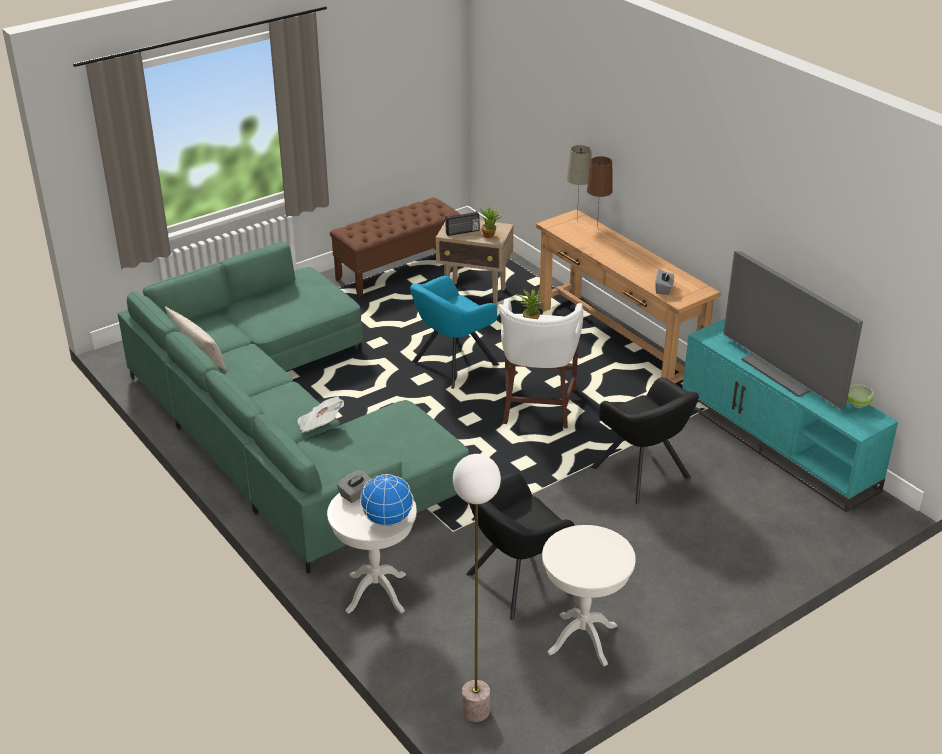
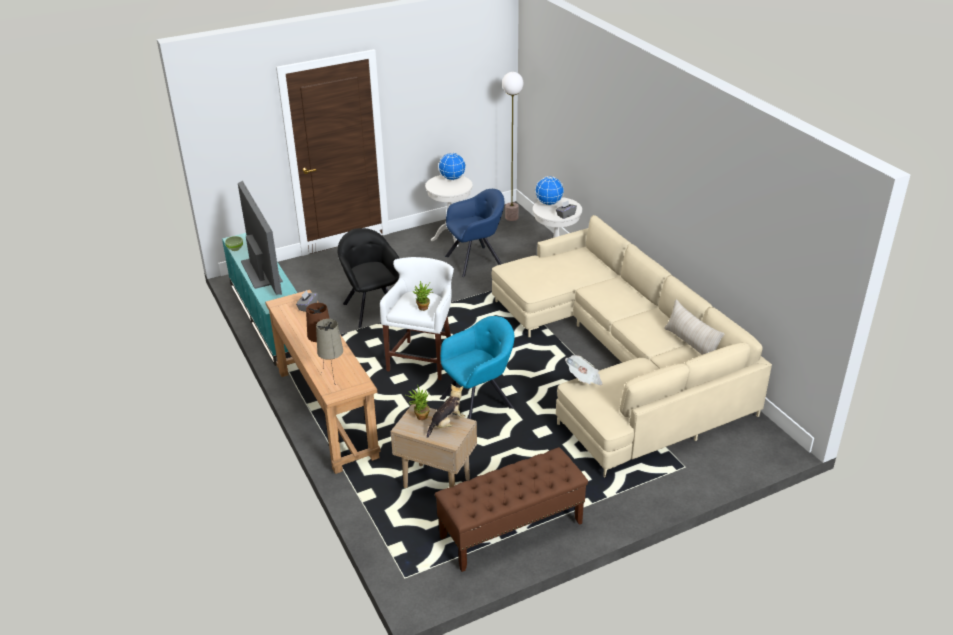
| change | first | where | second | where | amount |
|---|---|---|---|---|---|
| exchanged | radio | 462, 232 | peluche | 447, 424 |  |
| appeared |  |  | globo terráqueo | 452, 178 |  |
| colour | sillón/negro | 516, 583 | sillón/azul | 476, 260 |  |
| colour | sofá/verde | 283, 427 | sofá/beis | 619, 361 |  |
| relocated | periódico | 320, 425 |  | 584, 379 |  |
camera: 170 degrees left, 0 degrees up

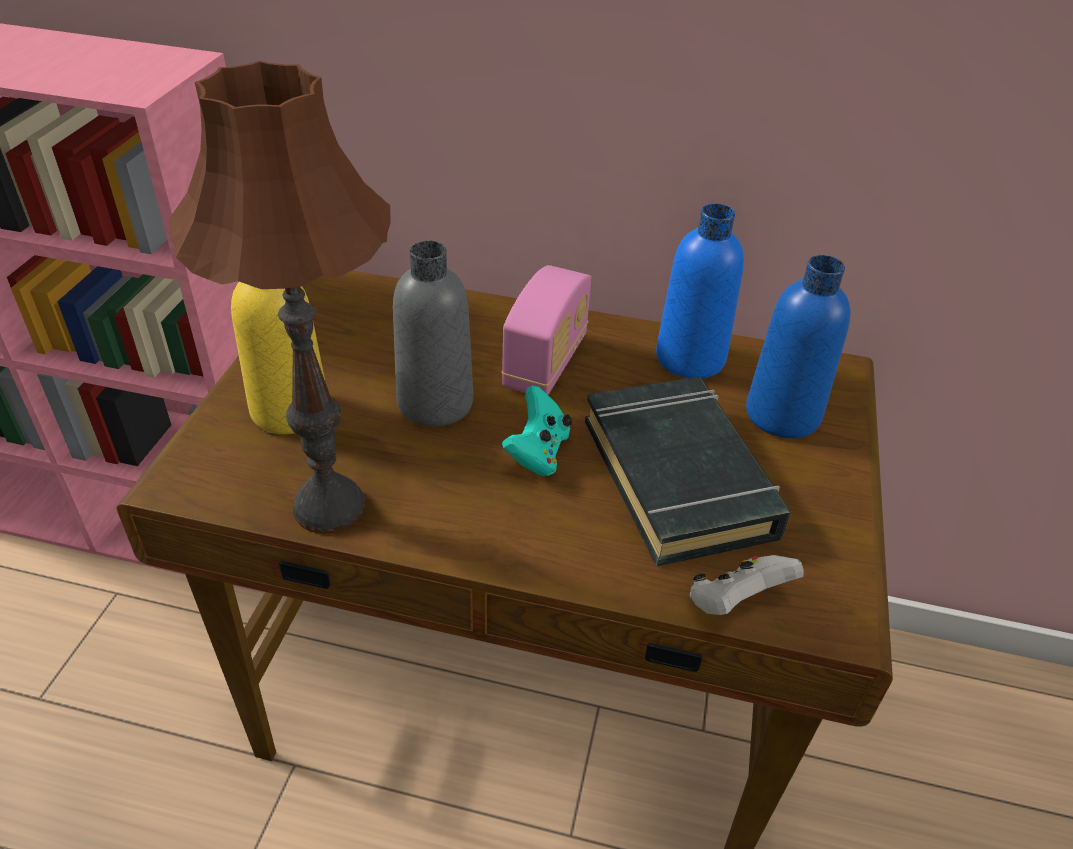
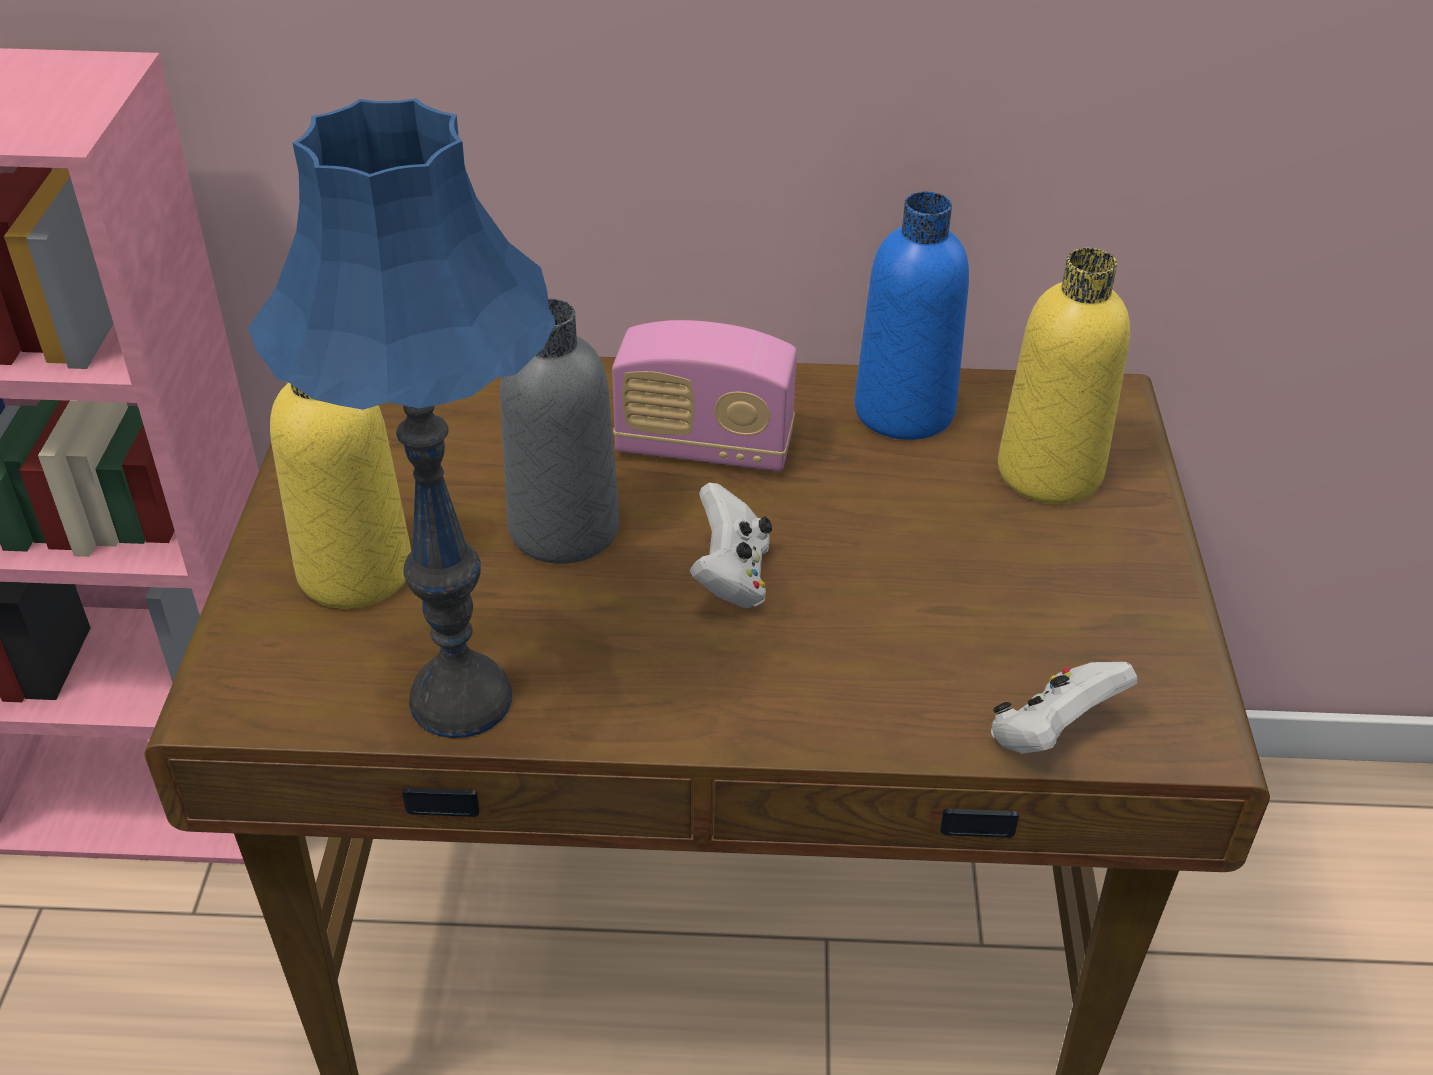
| change | first | where | second | where | amount |
|---|---|---|---|---|---|
| colour | lámpara de mesa/marrón | 328, 507 | lámpara de mesa/azul | 459, 699 |  |
| spun | radio | 545, 363 |  | 704, 447 | 90 degrees clockwise |
| colour | mando de consola/turquesa | 538, 452 | mando de consola/blanco | 731, 577 |  |
| colour | botella/azul | 782, 414 | botella/amarillo | 1049, 472 |  |
| missing | libro/negro | 679, 477 |  |  |  |
camera: 10 degrees left, 0 degrees up

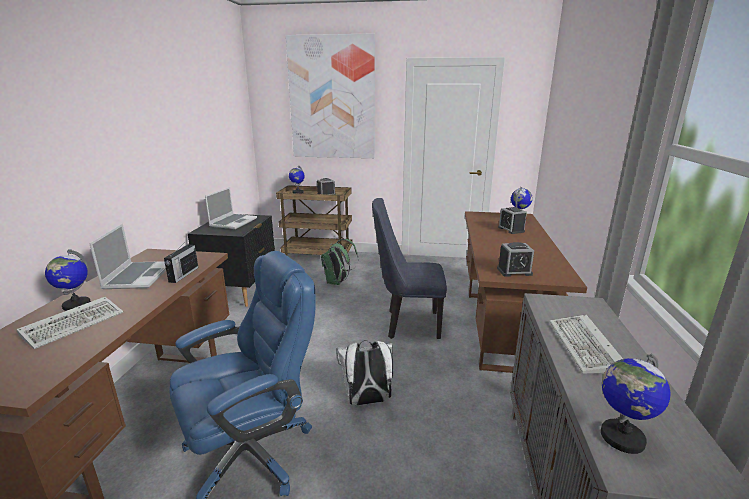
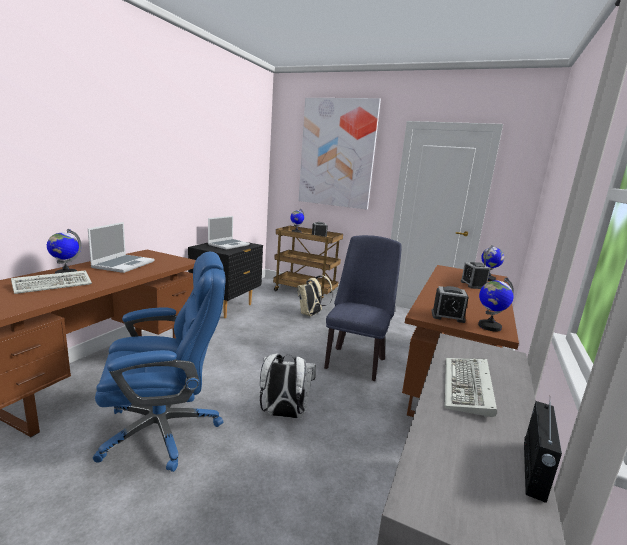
| change | first | where | second | where | amount |
|---|---|---|---|---|---|
| colour | mochila/verde | 338, 282 | mochila/beis | 311, 314 |  |
| spun | silla/azul | 407, 324 |  | 356, 360 | 90 degrees clockwise |
| relocated | globo terráqueo | 621, 437 |  | 489, 326 |  |
| relocated | radio | 183, 275 |  | 533, 471 |  |
camera: 15 degrees right, 5 degrees down

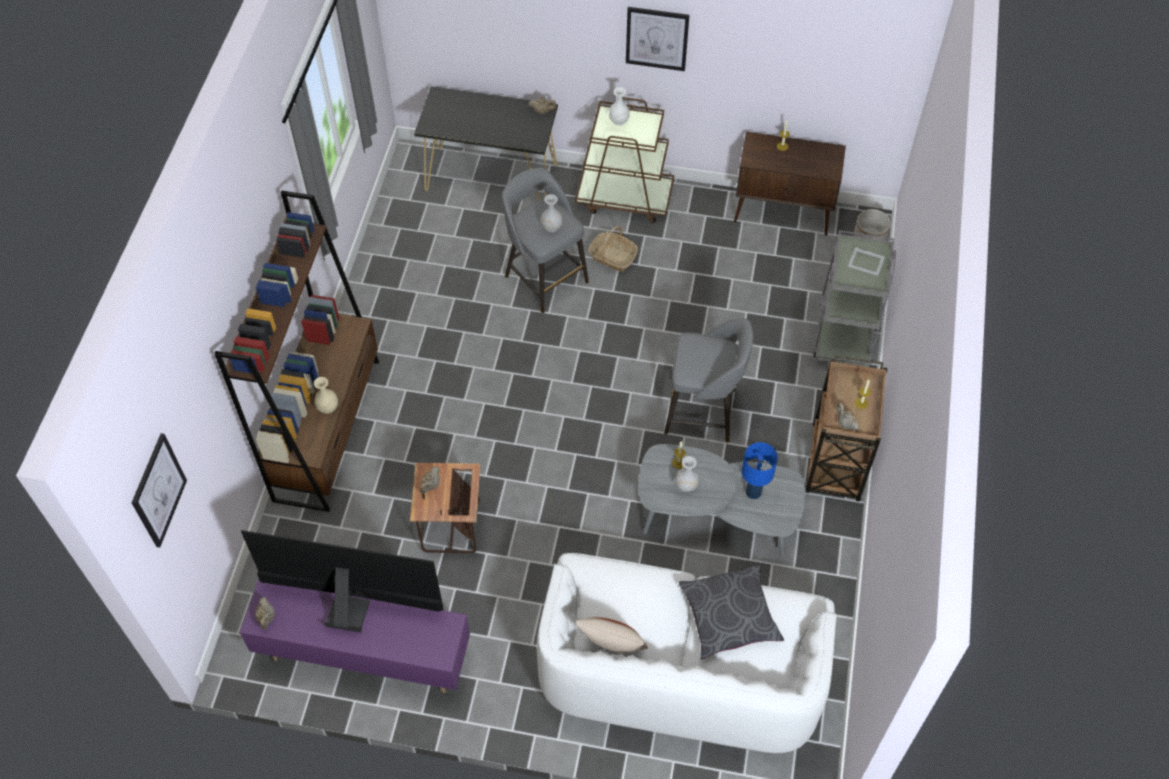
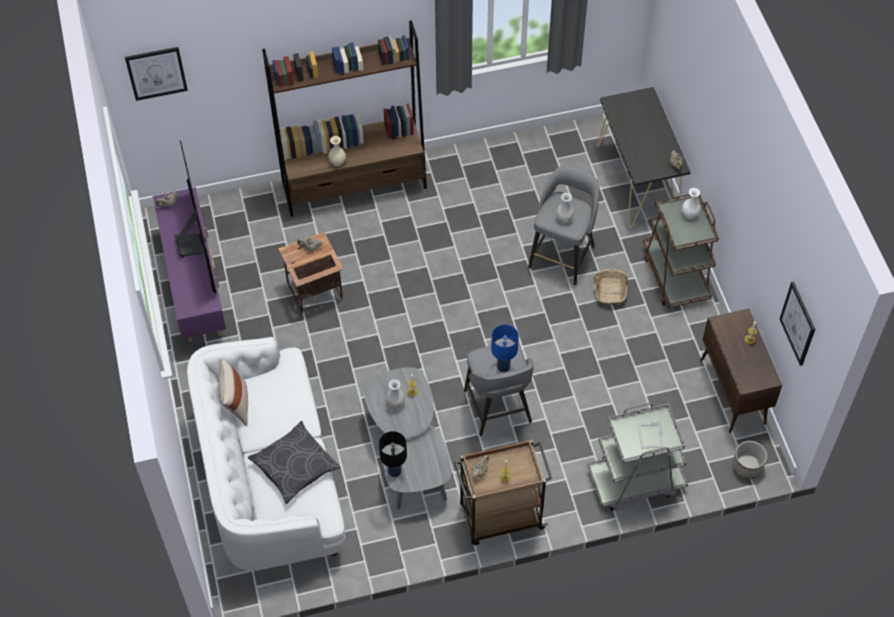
| change | first | where | second | where | amount |
|---|---|---|---|---|---|
| appeared |  |  | lámpara de mesa/negro | 394, 471 |  |
| relocated | lámpara de mesa/azul | 753, 492 |  | 503, 366 |  |
| relocated | cuadro | 657, 38 |  | 798, 323 |  |
camera: 65 degrees right, 0 degrees up

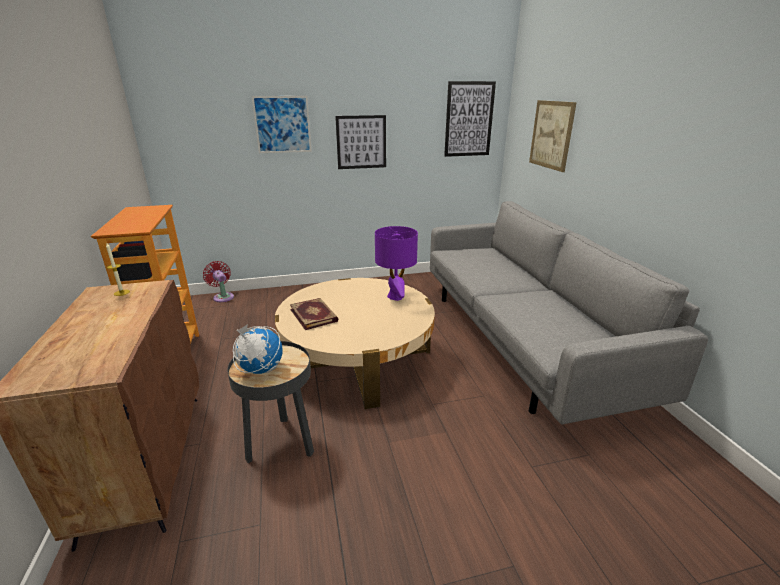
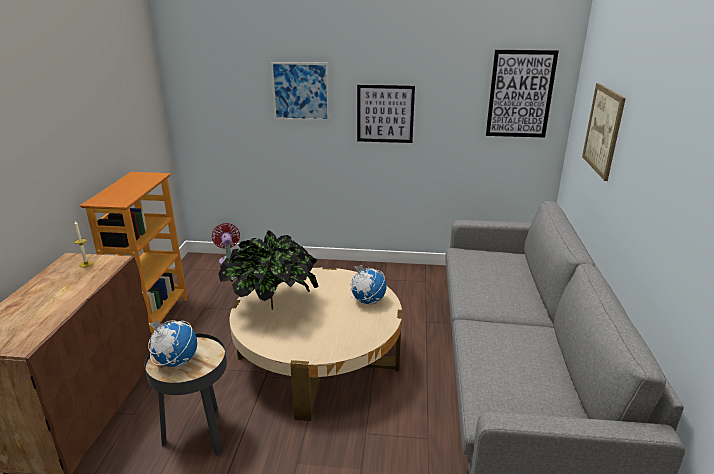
| change | first | where | second | where | amount |
|---|---|---|---|---|---|
| exchanged | libro | 314, 315 | planta en maceta | 272, 307 |  |
| exchanged | lámpara de mesa/morado | 395, 296 | globo terráqueo | 367, 301 |  |
camera: 20 degrees right, 0 degrees up

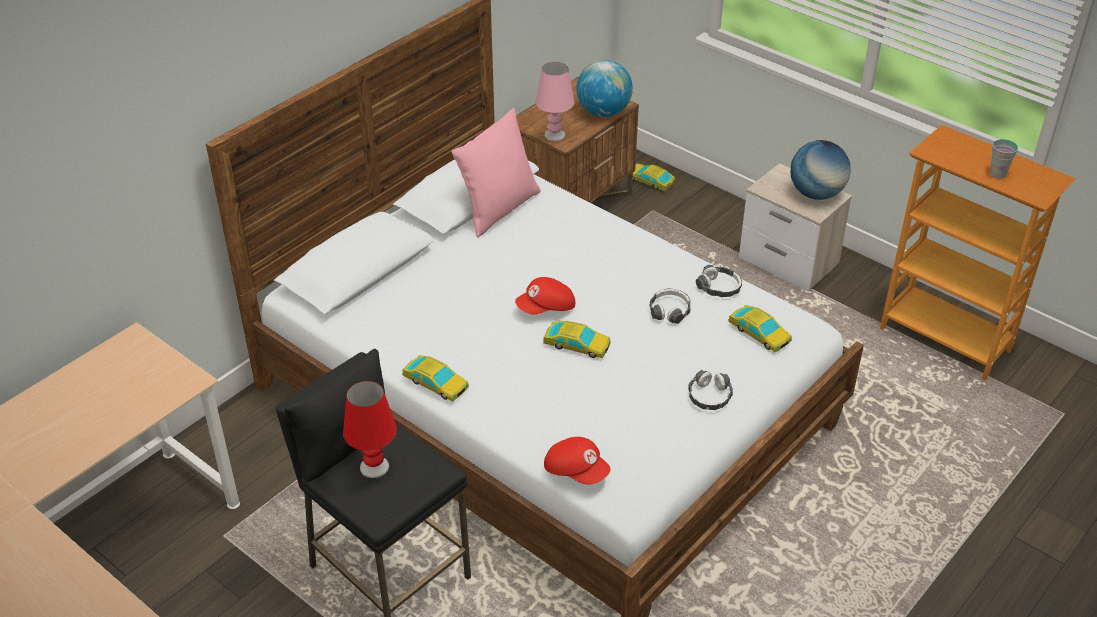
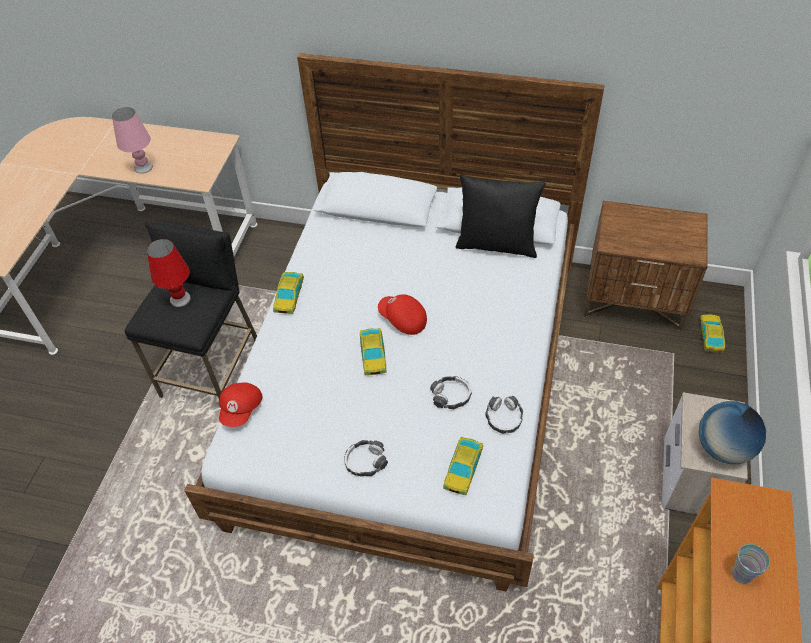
| change | first | where | second | where | amount |
|---|---|---|---|---|---|
| relocated | lámpara de mesa/rosa | 554, 135 |  | 143, 167 |  |
| colour | cojín/rosa | 498, 209 | cojín/negro | 496, 244 |  |
| missing | globo terráqueo | 603, 112 |  |  |  |
camera: 65 degrees right, 10 degrees up

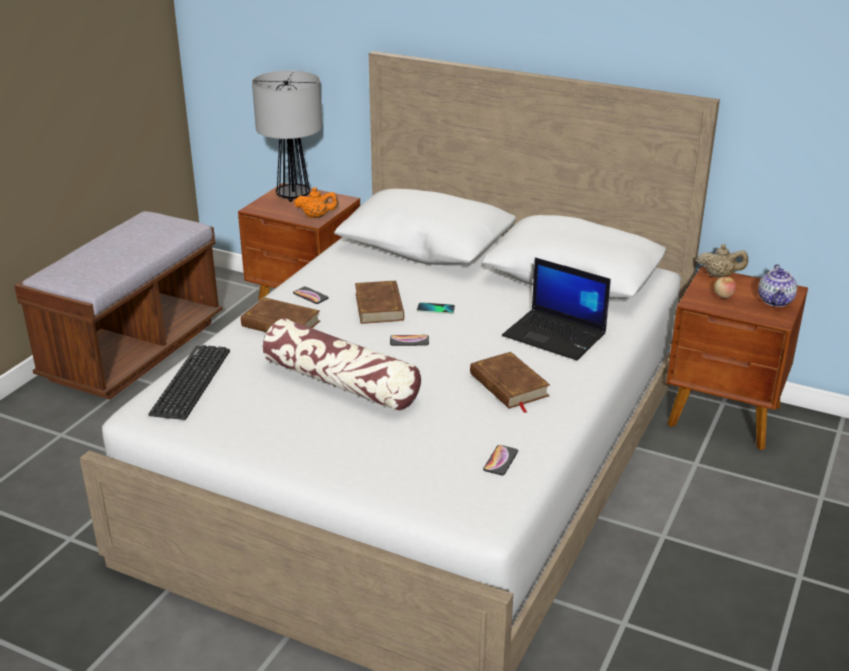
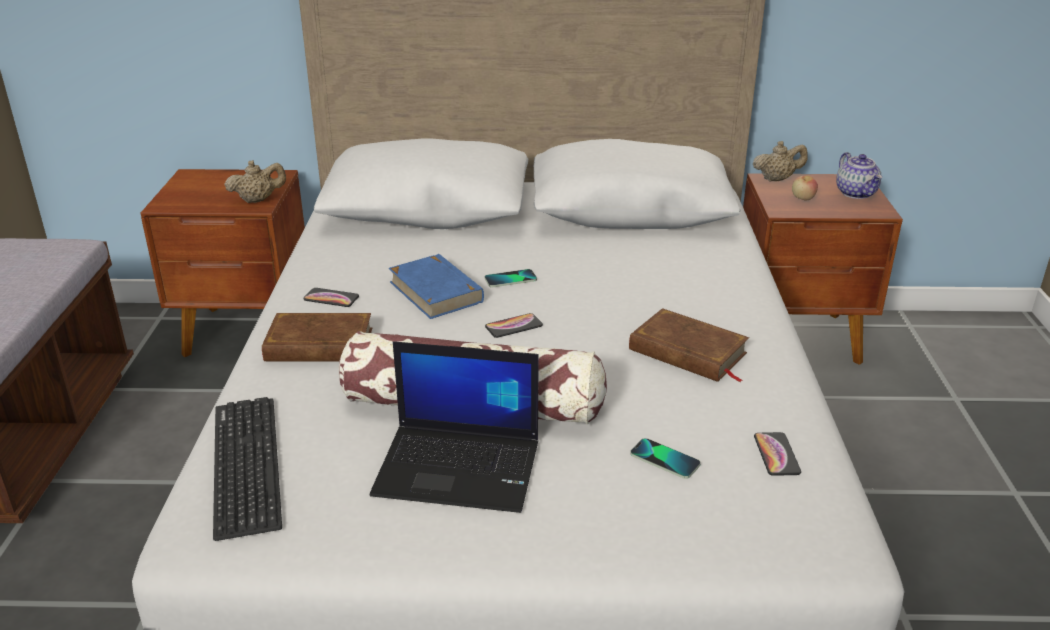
| change | first | where | second | where | amount |
|---|---|---|---|---|---|
| colour | tetera/naranja | 317, 216 | tetera/beis | 258, 200 |  |
| relocated | portátil | 556, 335 |  | 460, 467 |  |
| colour | libro/marrón | 379, 306 | libro/azul | 436, 291 |  |
| appeared |  |  | móvil | 665, 459 |  |
| missing | lámpara de mesa | 294, 195 |  |  |  |
camera: 25 degrees left, 0 degrees up

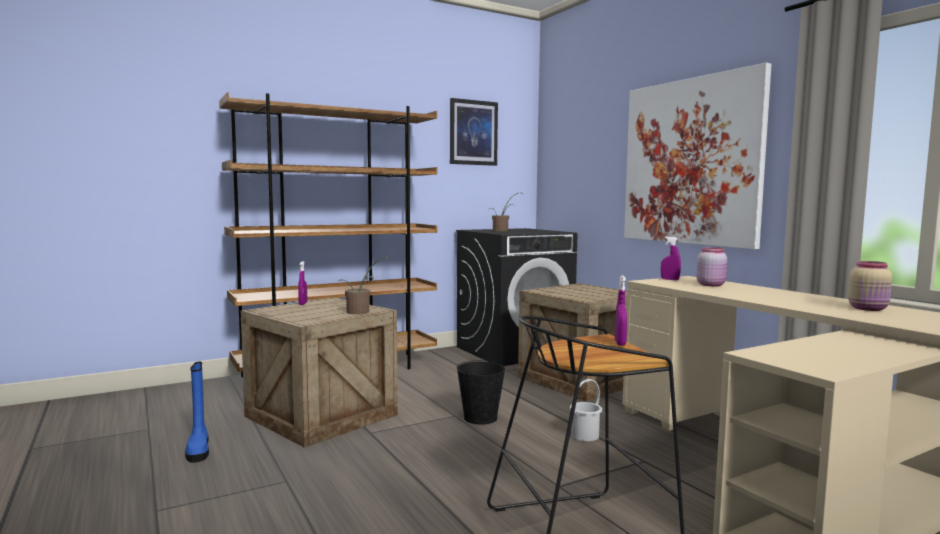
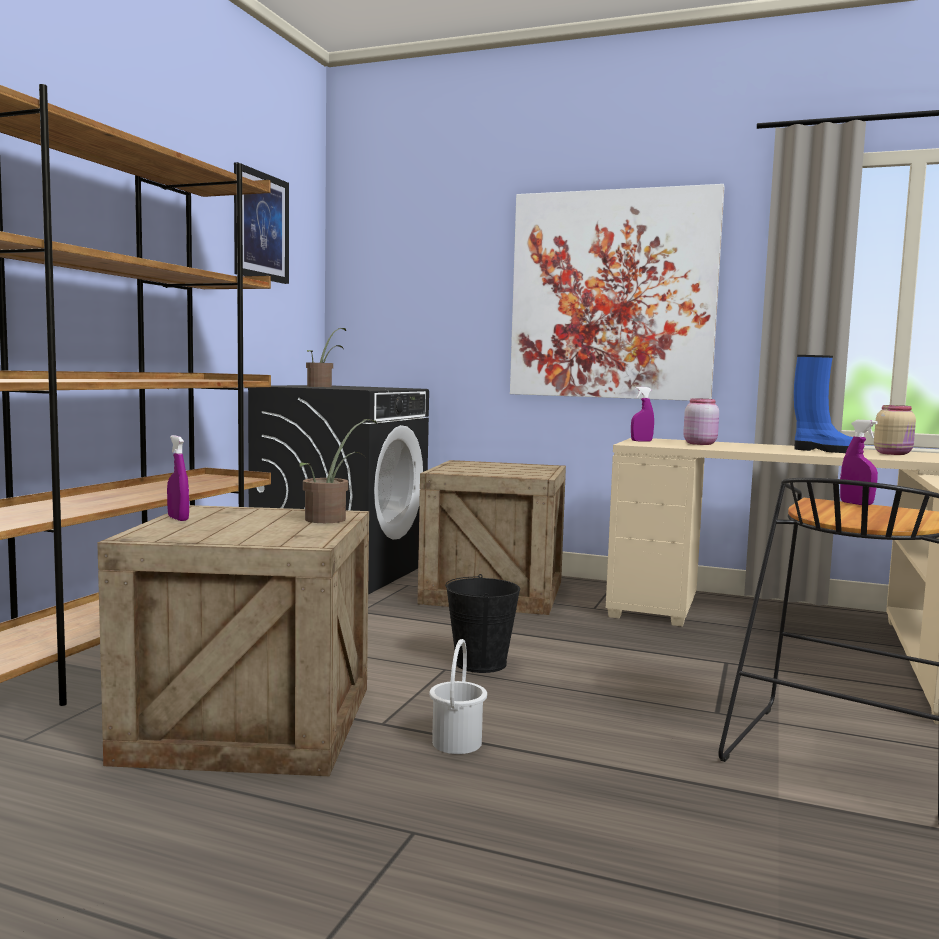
| change | first | where | second | where | amount |
|---|---|---|---|---|---|
| relocated | cubo/blanco | 584, 435 |  | 456, 743 |  |
| relocated | bota/azul | 198, 450 |  | 824, 451 |  |
camera: 40 degrees left, 0 degrees up

